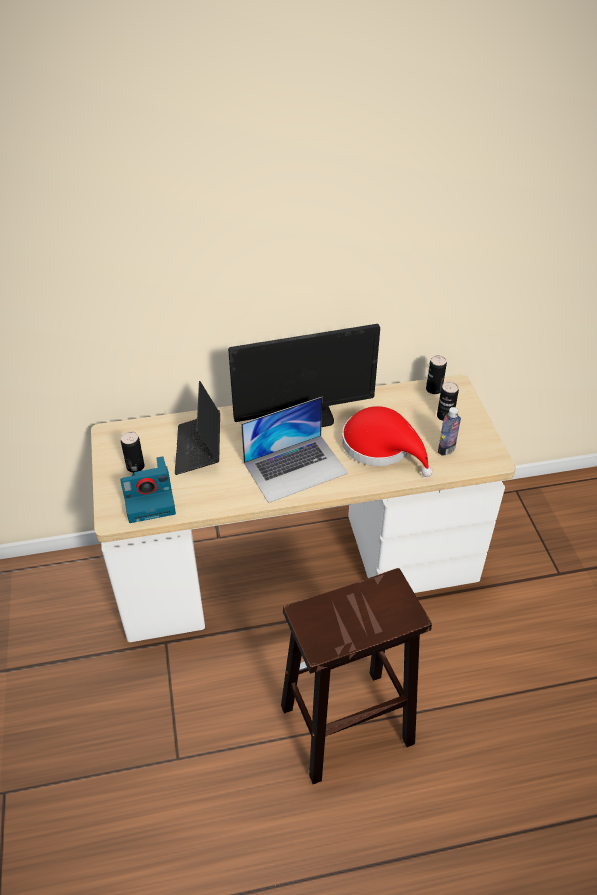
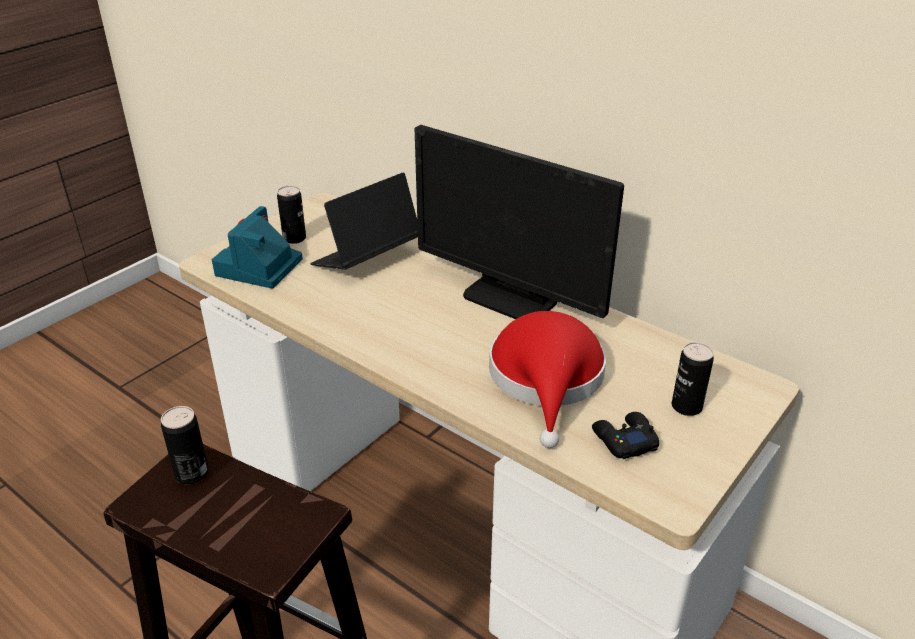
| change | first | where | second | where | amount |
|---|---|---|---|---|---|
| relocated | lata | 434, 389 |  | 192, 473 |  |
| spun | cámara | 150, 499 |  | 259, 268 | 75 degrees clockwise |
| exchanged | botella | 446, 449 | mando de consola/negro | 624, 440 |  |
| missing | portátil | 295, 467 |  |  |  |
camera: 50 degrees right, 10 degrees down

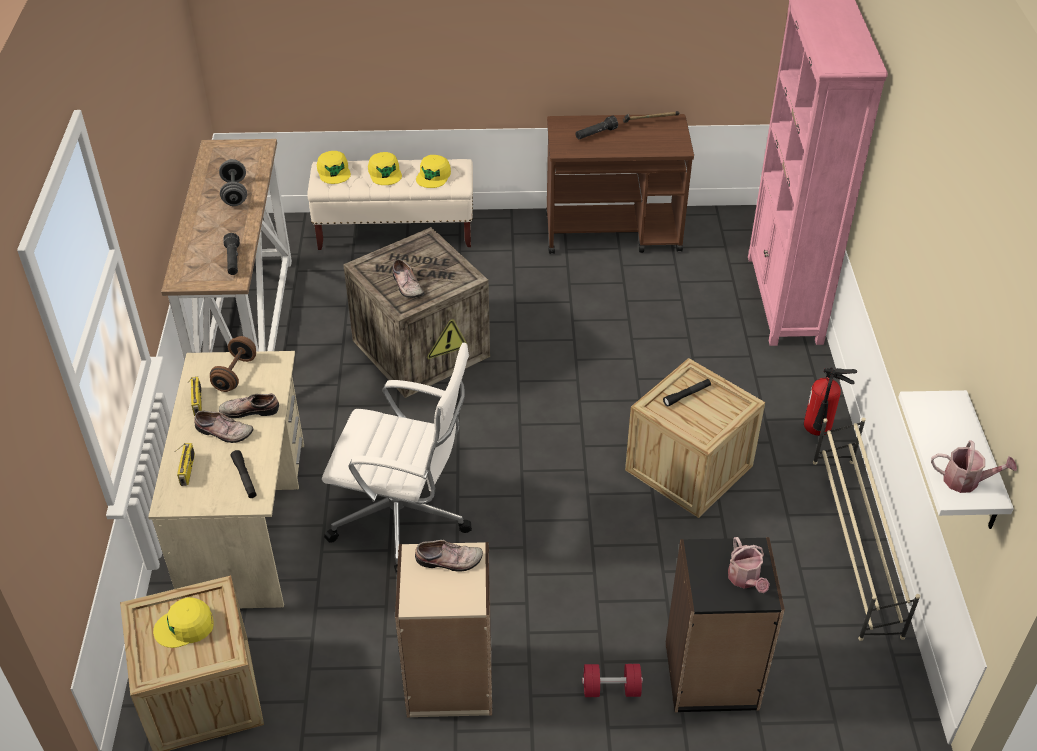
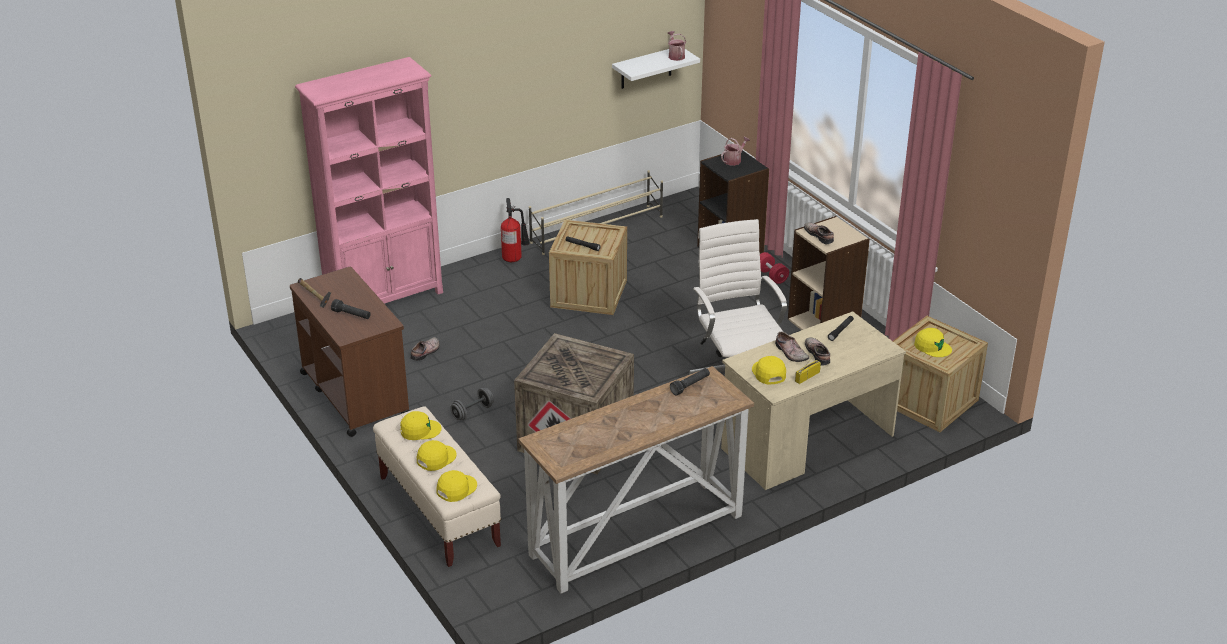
| change | first | where | second | where | amount |
|---|---|---|---|---|---|
| relocated | zapato | 406, 286 |  | 426, 352 |  |
| relocated | mancuerna/gris | 235, 193 |  | 472, 412 |  |
| exchanged | mancuerna/marrón | 235, 374 | gorra/amarillo | 768, 373 |  |
| missing | radio | 188, 470 |  |  |  |
camera: 120 degrees left, 10 degrees down

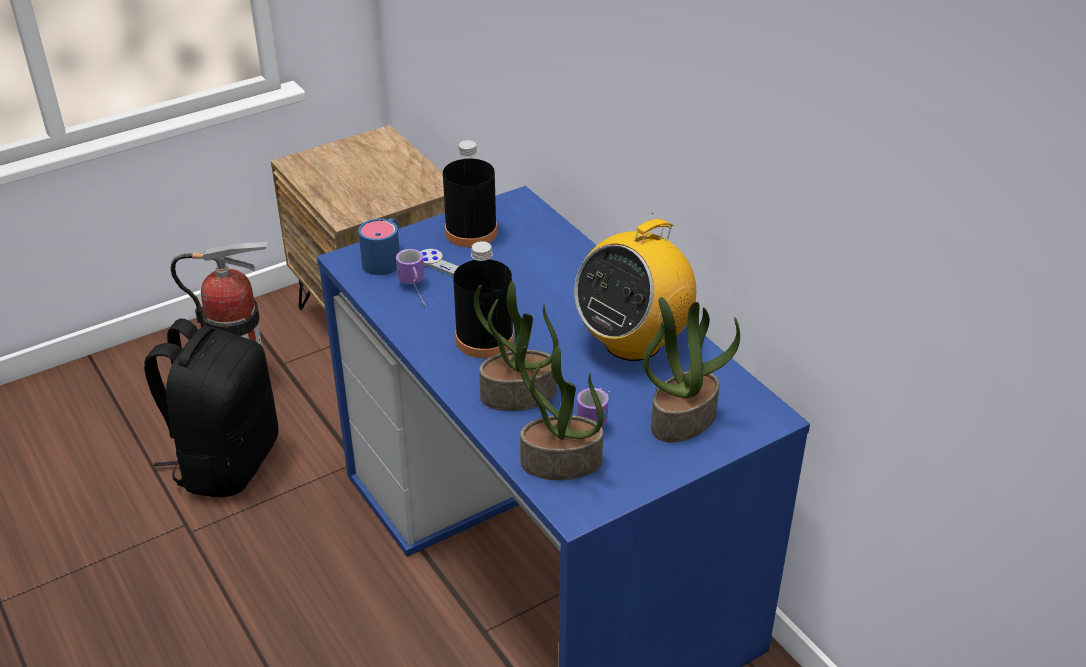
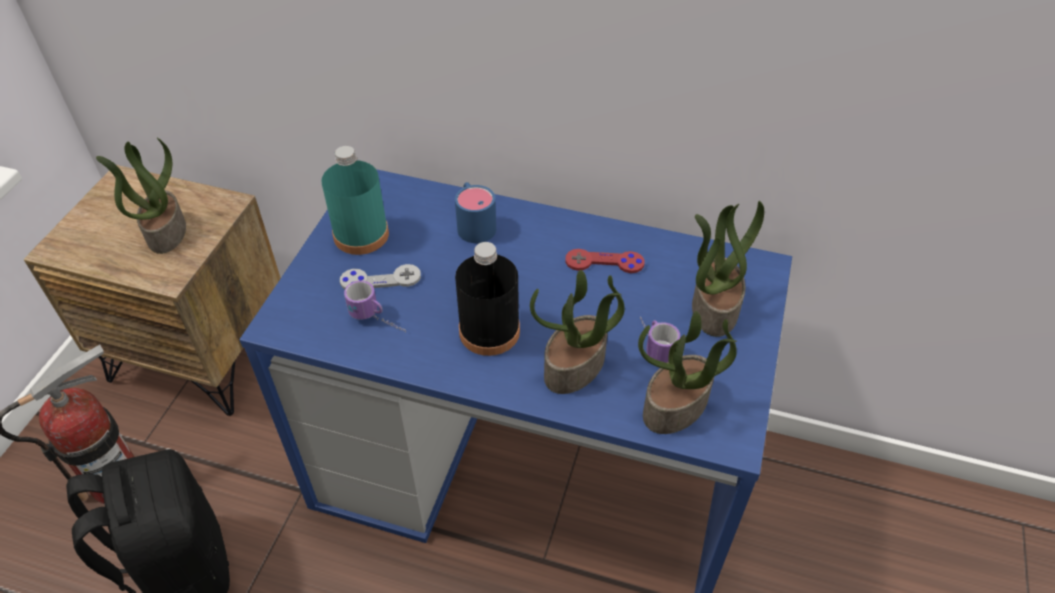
| change | first | where | second | where | amount |
|---|---|---|---|---|---|
| appeared |  |  | planta en maceta | 165, 232 |  |
| colour | botella/negro | 471, 232 | botella/turquesa | 361, 235 |  |
| relocated | taza grande/azul | 385, 258 |  | 474, 223 |  |
| exchanged | radio | 633, 342 | mando de consola/rojo | 604, 262 |  |
camera: 40 degrees left, 10 degrees up

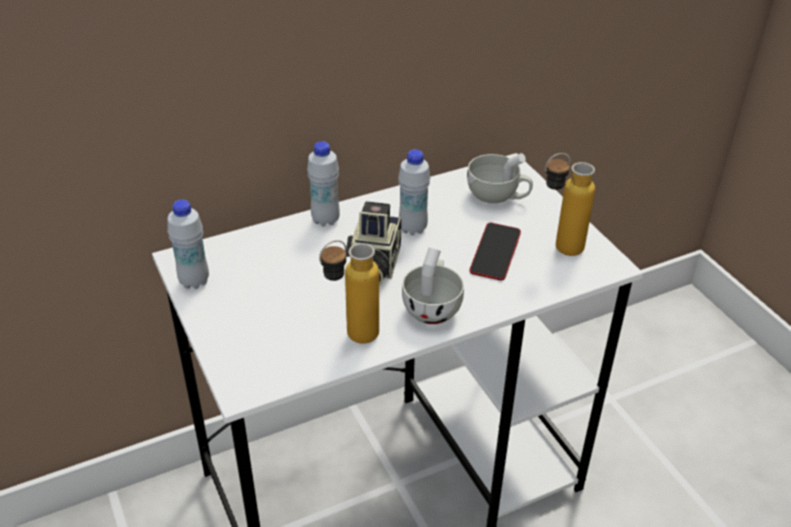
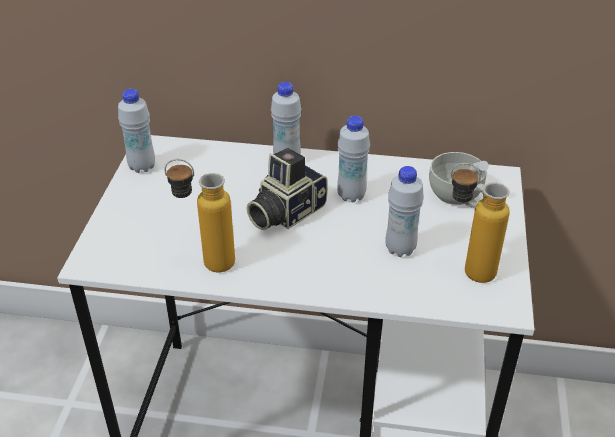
| change | first | where | second | where | amount |
|---|---|---|---|---|---|
| exchanged | móvil | 495, 255 | botella/blanco | 400, 249 |  |
| missing | taza/blanco | 433, 307 |  |  |  |
camera: 35 degrees right, 0 degrees up

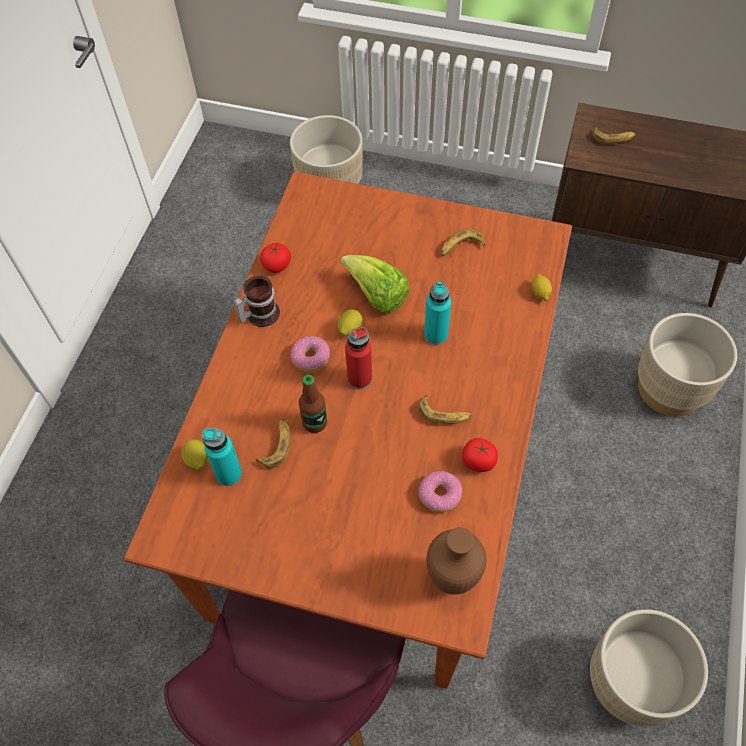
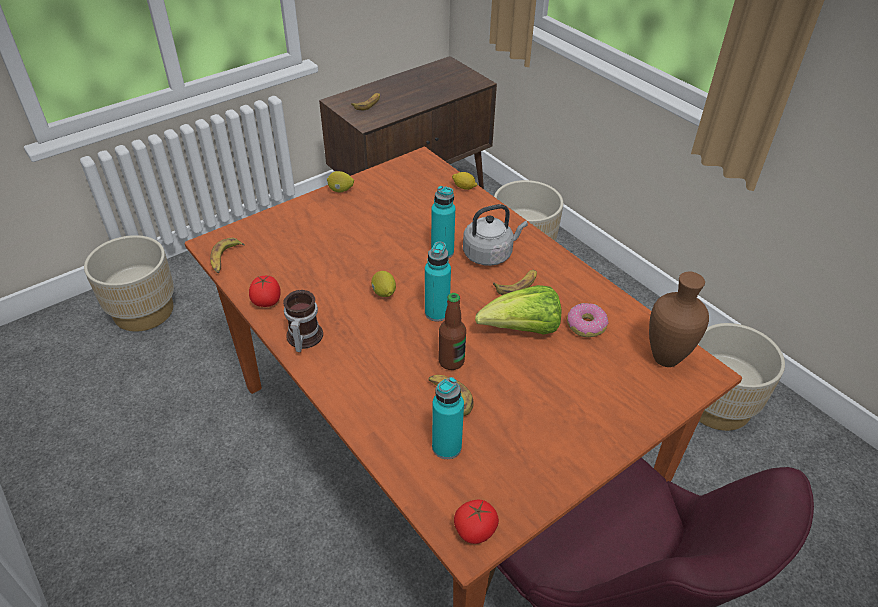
| change | first | where | second | where | amount |
|---|---|---|---|---|---|
| relocated | plátano | 461, 247 |  | 225, 259 |  |
| relocated | limón | 197, 460 |  | 340, 190 |  |
| colour | botella/rojo | 359, 378 | botella/turquesa | 437, 313 |  |
| relocated | tomate | 478, 461 |  | 475, 530 |  |
| appeared |  |  | hervidor/gris | 490, 254 |  |
| relocated | lechuga | 377, 296 |  | 522, 330 |  |
| missing | rosquilla | 310, 357 |  |  |  |
camera: 55 degrees left, 15 degrees down

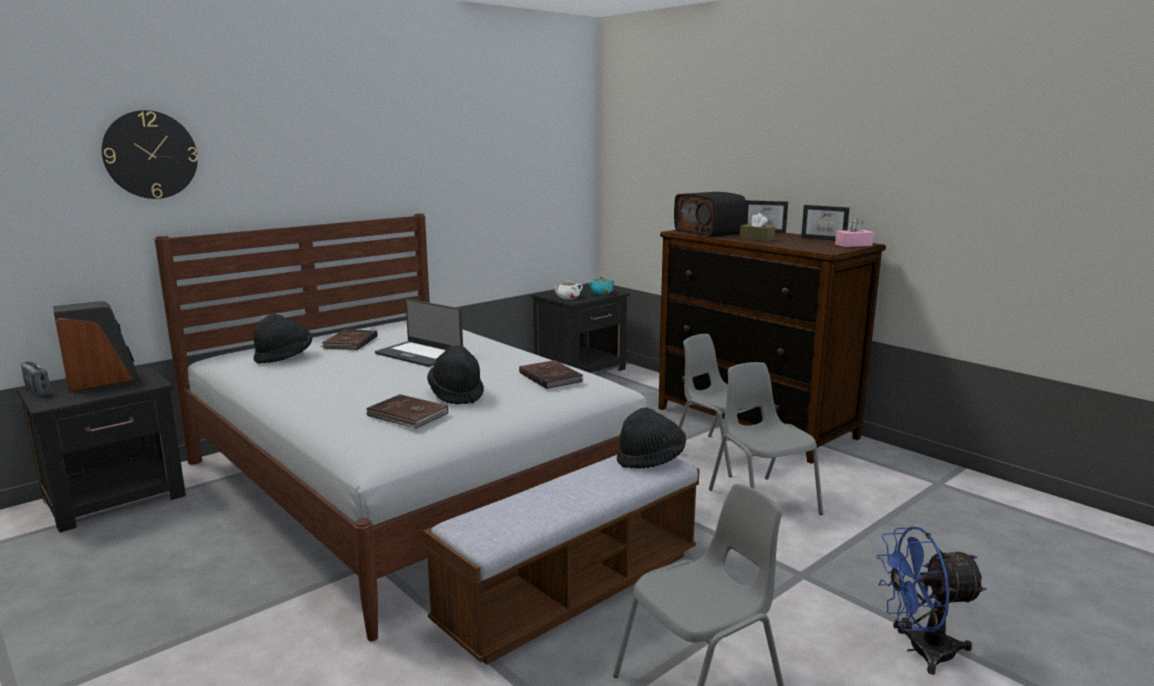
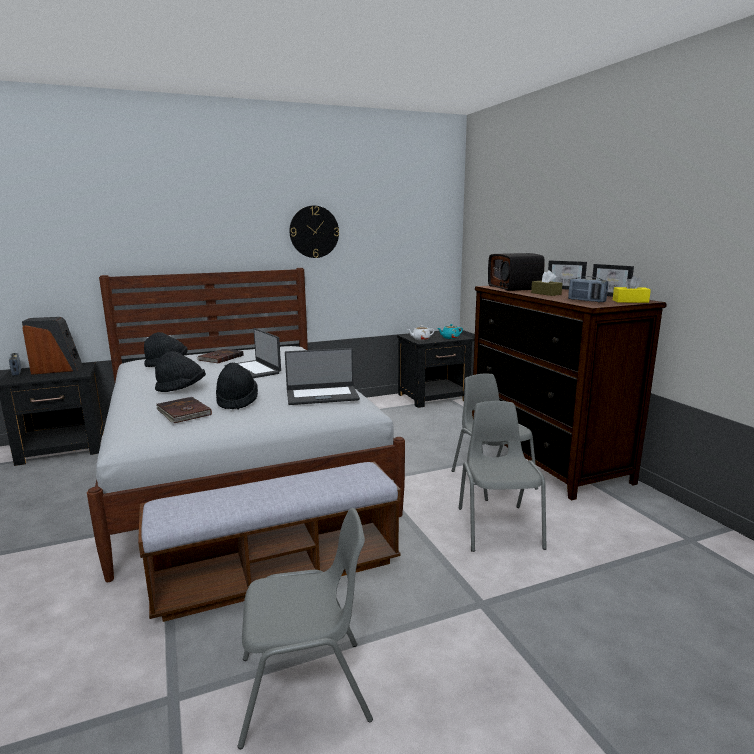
| change | first | where | second | where | amount |
|---|---|---|---|---|---|
| relocated | sombrero/negro | 651, 460 |  | 181, 389 |  |
| exchanged | libro/marrón | 551, 377 | portátil | 322, 396 |  |
| relocated | reloj de pared | 150, 155 |  | 314, 232 |  |
| appeared |  |  | radio | 586, 301 |  |
| colour | caja de pañuelos/rosa | 853, 245 | caja de pañuelos/amarillo | 630, 301 |  |
| missing | ventilador/azul | 920, 651 |  |  |  |
camera: 20 degrees right, 0 degrees up

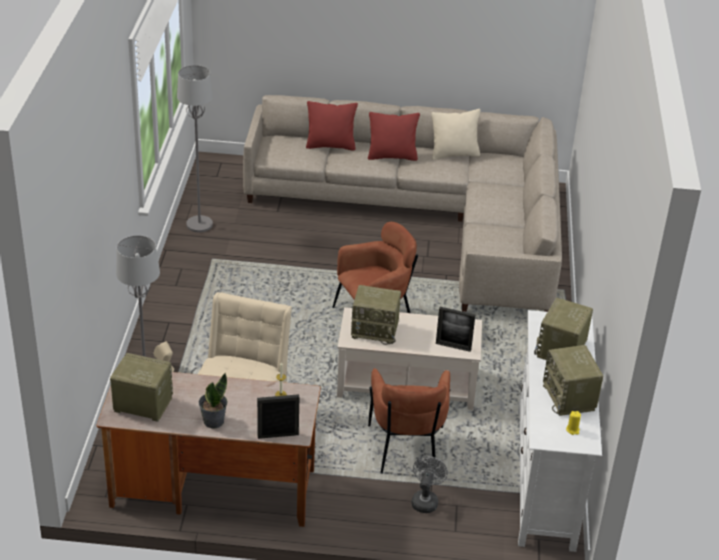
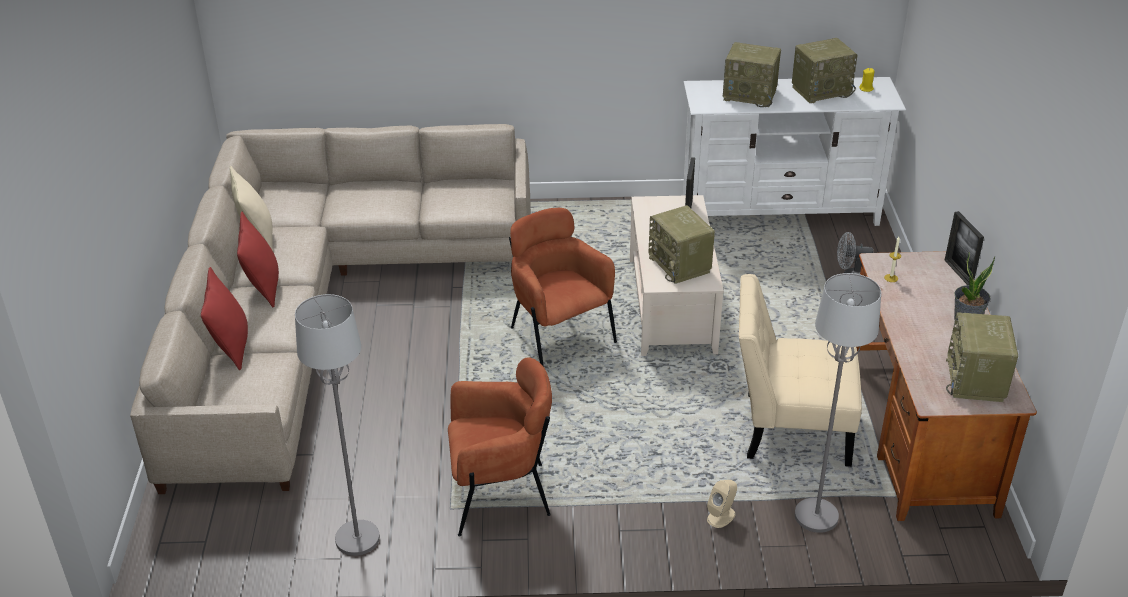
| change | first | where | second | where | amount |
|---|---|---|---|---|---|
| relocated | sillón/marrón | 406, 449 |  | 500, 494 |  |
| spun | radio | 376, 330 |  | 680, 265 | 150 degrees clockwise |
camera: 95 degrees left, 0 degrees up

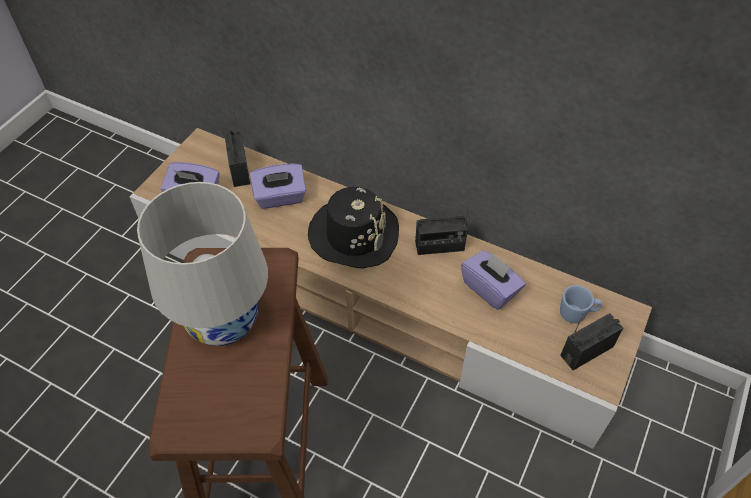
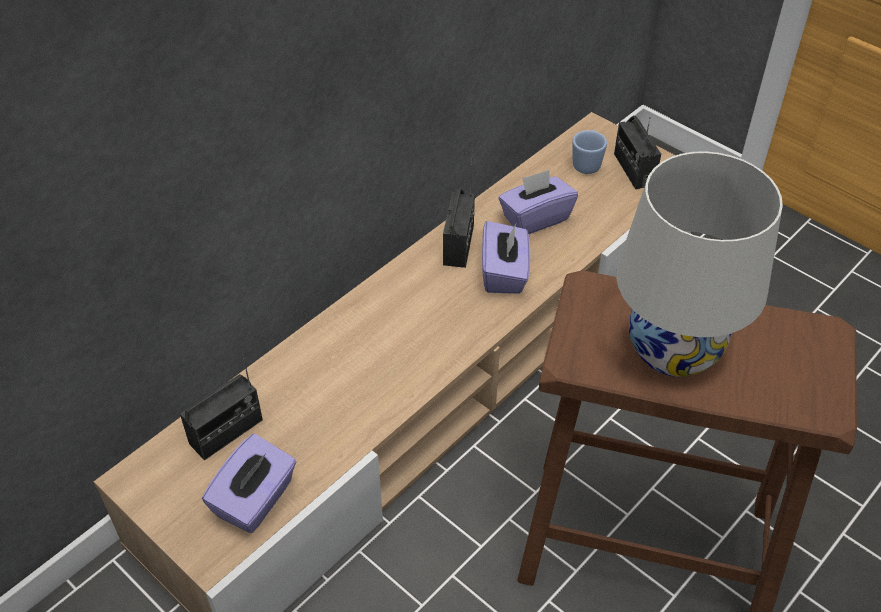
| change | first | where | second | where | amount |
|---|---|---|---|---|---|
| spun | radio | 240, 170 |  | 226, 432 | 135 degrees clockwise |
| relocated | caja de pañuelos/morado | 280, 197 |  | 504, 273 |  |
| missing | sombrero/negro | 354, 234 |  |  |  |
camera: 75 degrees left, 5 degrees down

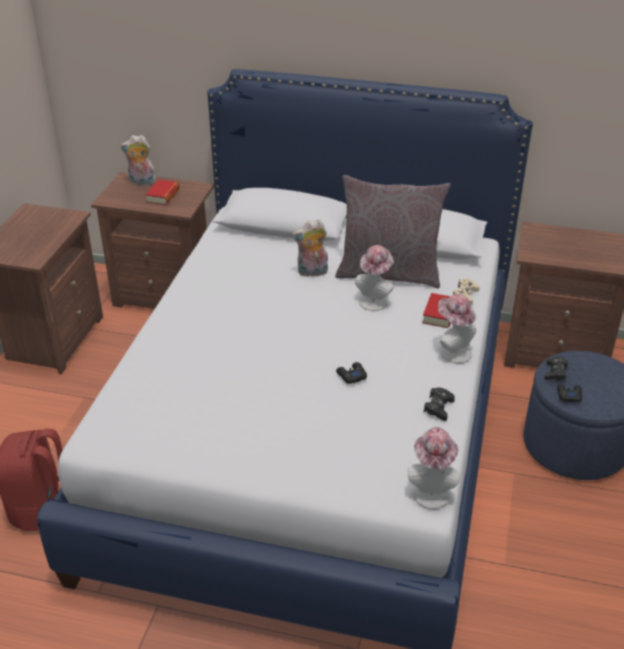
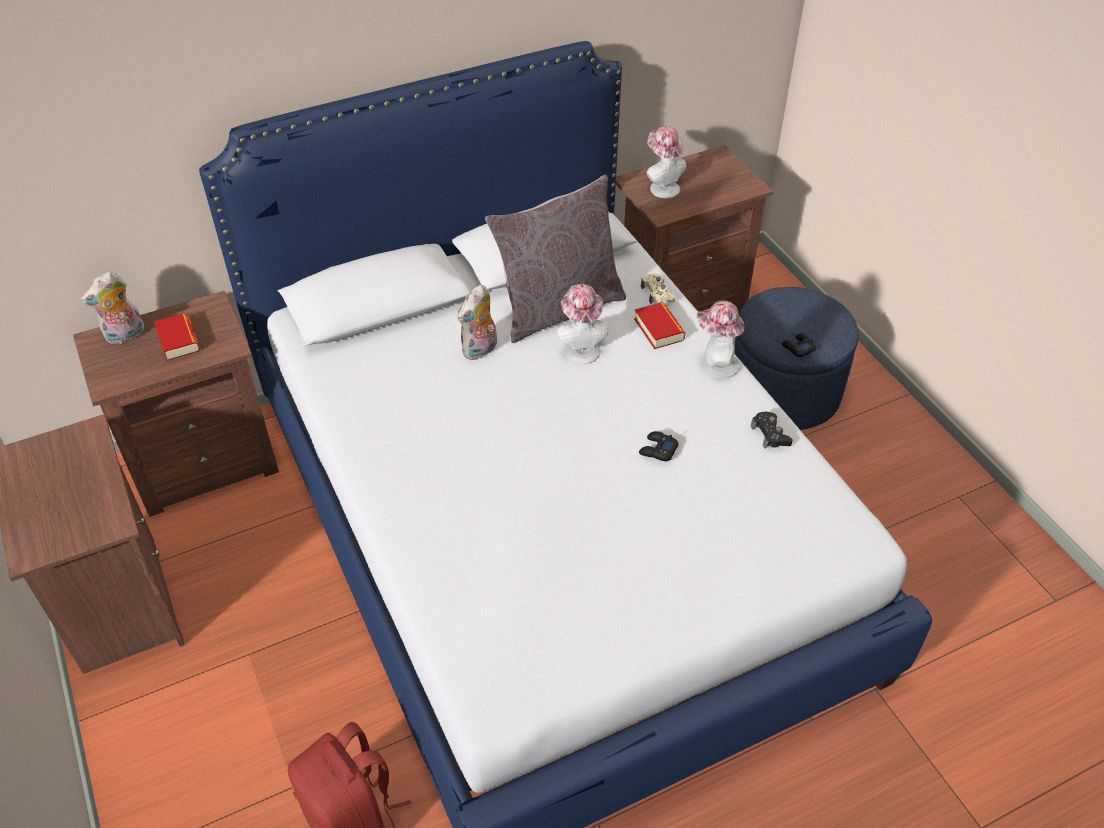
| change | first | where | second | where | amount |
|---|---|---|---|---|---|
| relocated | sombrero | 431, 491 |  | 662, 187 |  |
| missing | mando de consola/negro | 555, 372 |  |  |  |
camera: 40 degrees left, 10 degrees up

